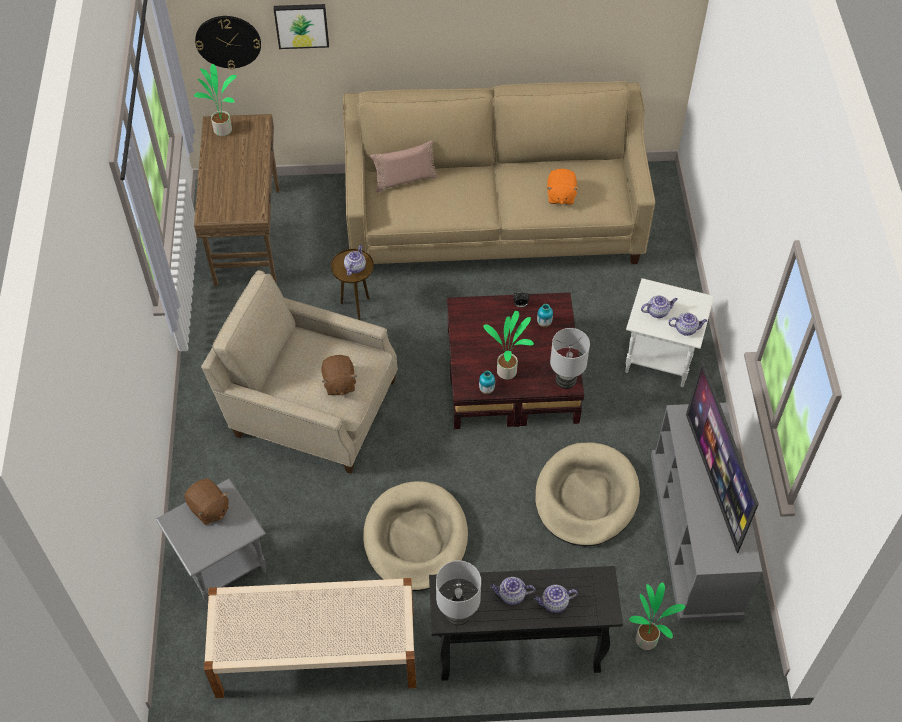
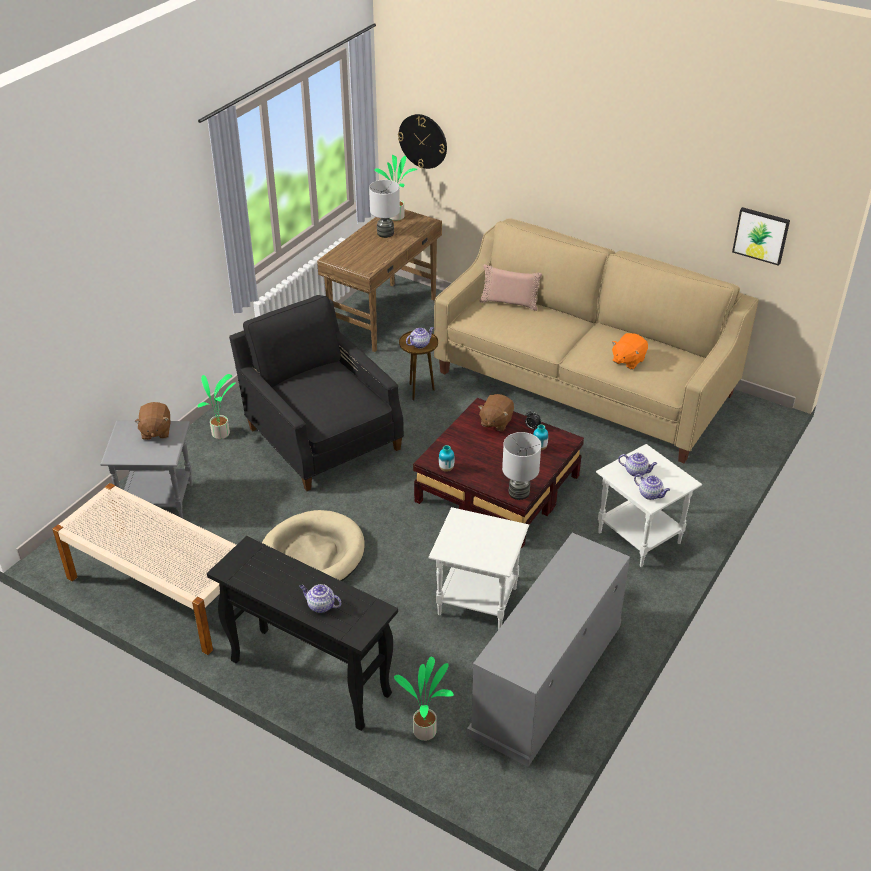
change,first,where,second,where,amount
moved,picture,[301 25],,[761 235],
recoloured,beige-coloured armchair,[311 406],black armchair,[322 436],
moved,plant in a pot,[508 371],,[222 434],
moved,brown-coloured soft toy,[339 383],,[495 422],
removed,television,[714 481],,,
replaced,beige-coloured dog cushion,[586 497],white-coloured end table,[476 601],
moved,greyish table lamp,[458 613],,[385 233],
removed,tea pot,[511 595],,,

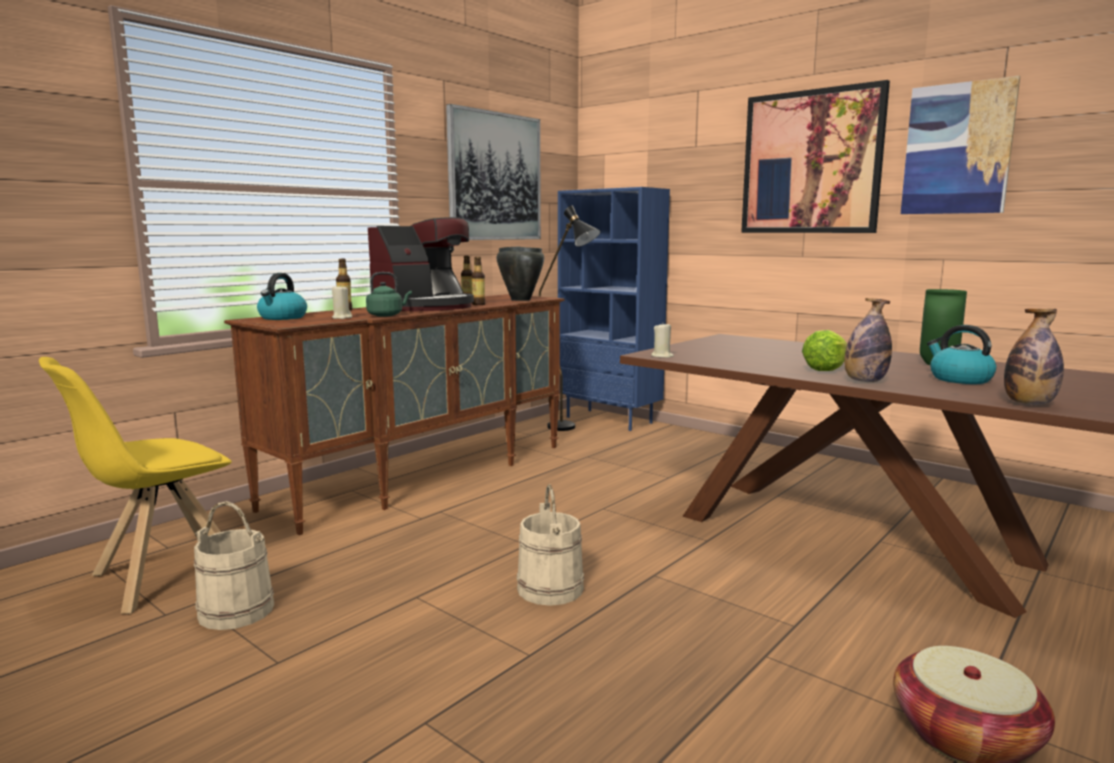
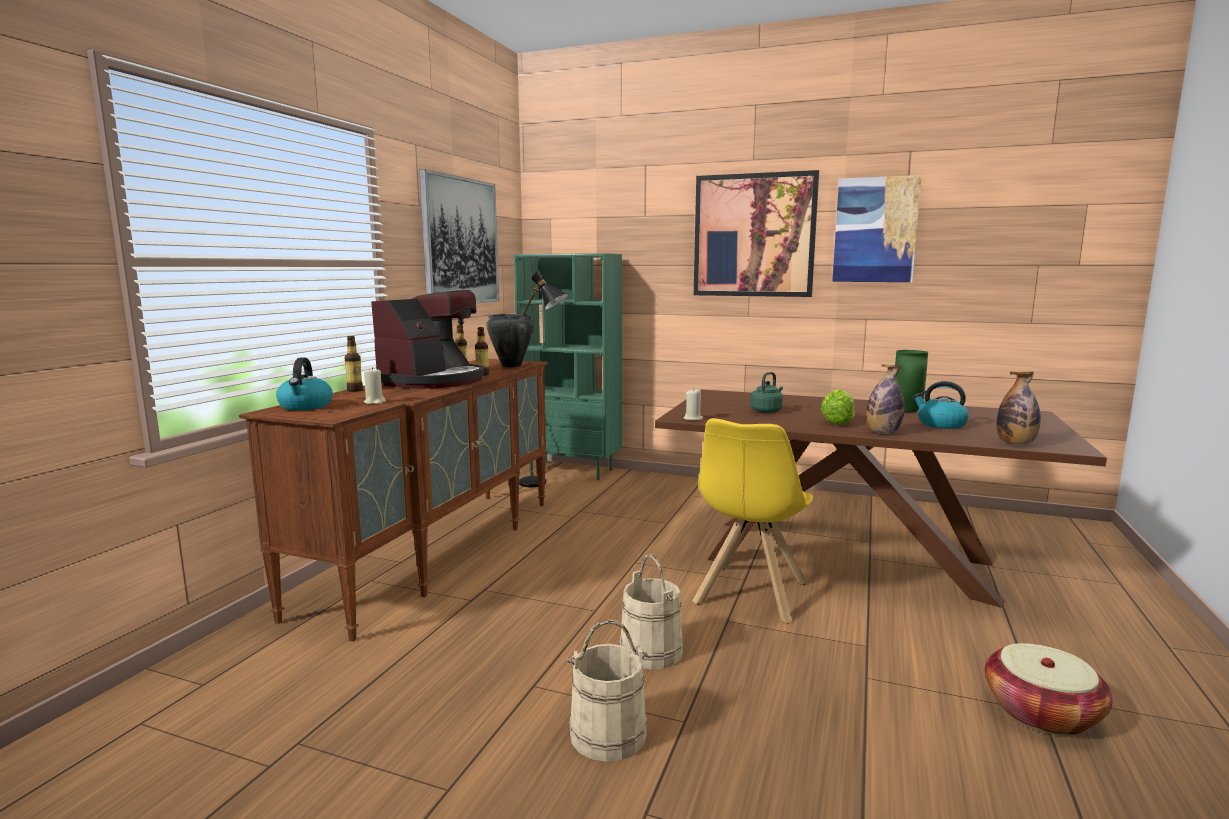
change,first,where,second,where,amount
recoloured,blue bookcase,[610 420],greenish bookcase,[572 470],
moved,greenish tea kettle,[387 315],,[767 411],
moved,yellowish chair,[162 577],,[750 595],
moved,beige-coloured water bucket,[237 610],,[608 734],

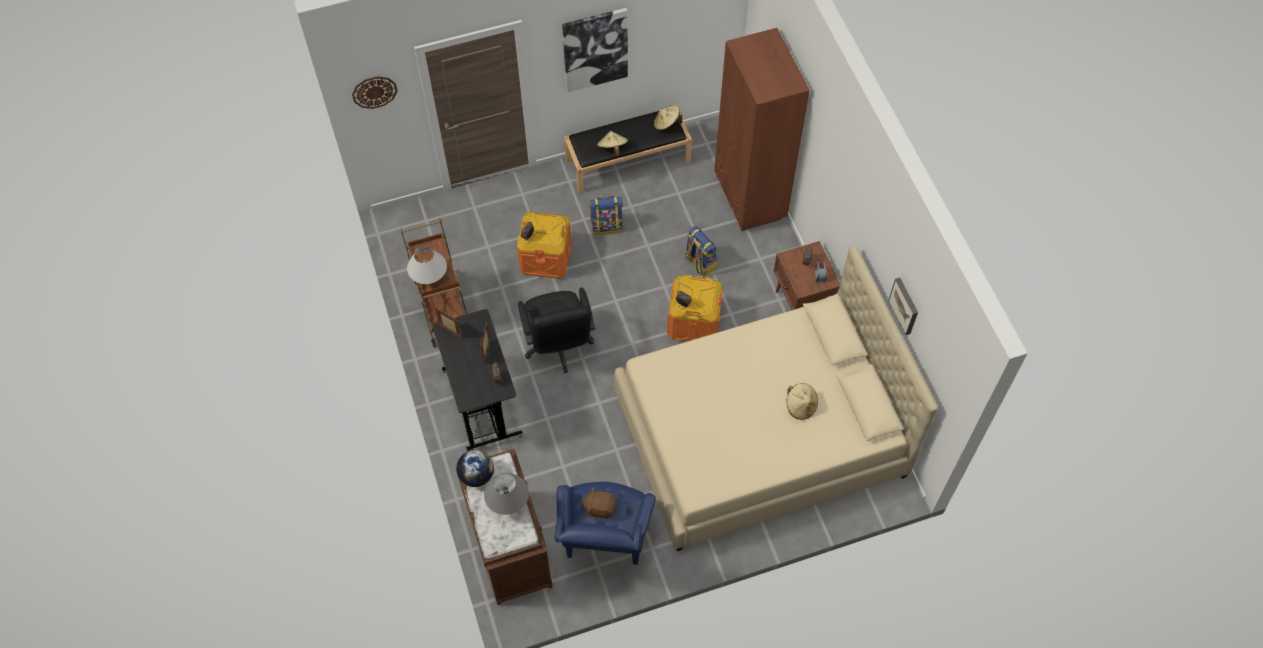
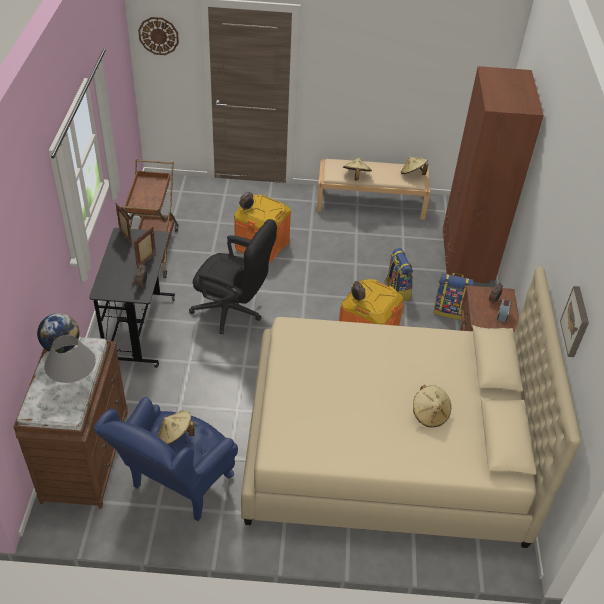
change,first,where,second,where,amount
removed,picture,[595 49],,,
recoloured,black indoor bench,[628 160],beige-coloured indoor bench,[371 202],
moved,rucksack,[606 225],,[449 310],
removed,white-coloured table lamp,[429 278],,,
turned,black desk chair,[558 347],,[233 311],75 degrees counterclockwise
replaced,brown-coloured soft toy,[600 508],beige-coloured clothing hat,[175 435],

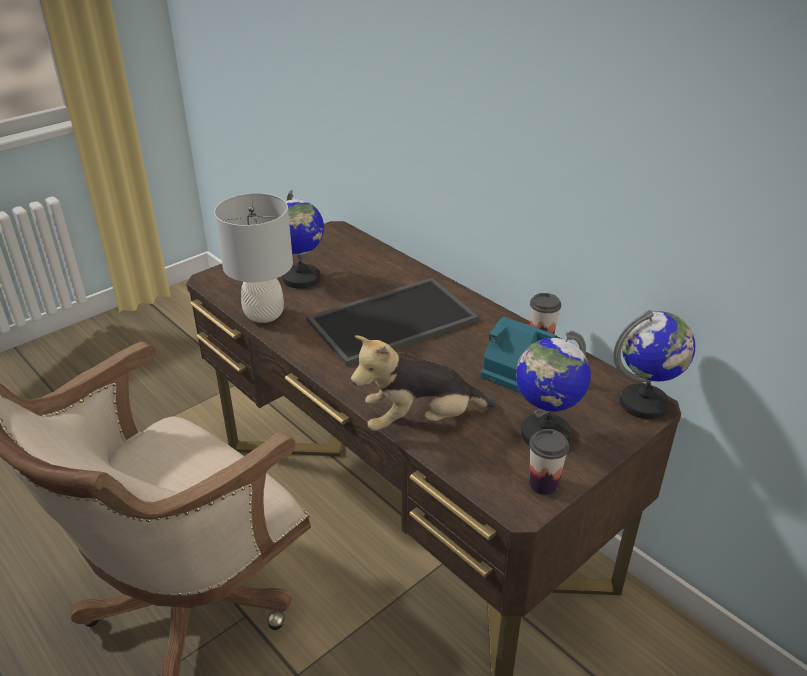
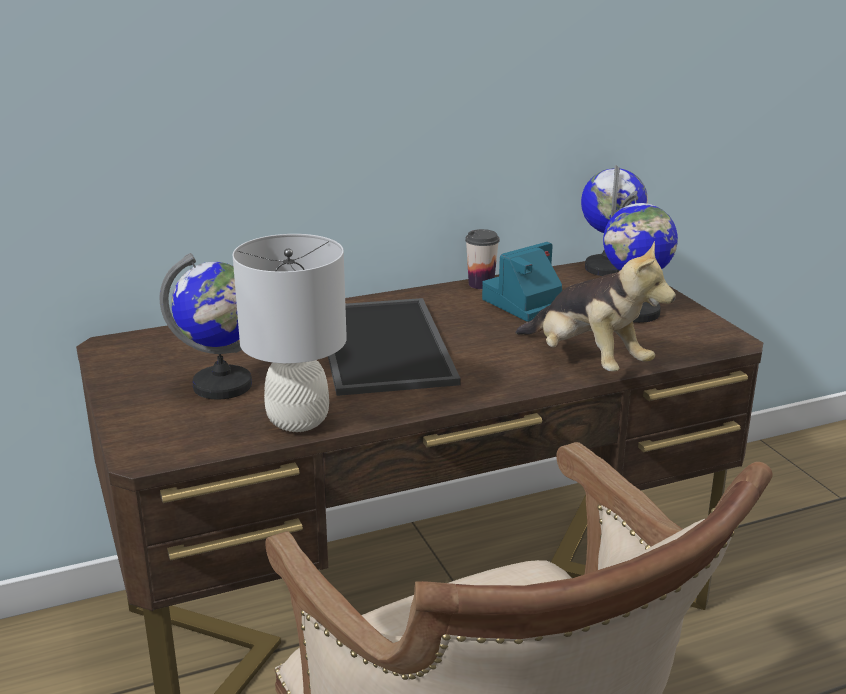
change,first,where,second,where,amount
turned,soft toy,[420 421],,[587 361],45 degrees counterclockwise
removed,drinking cup,[543 484],,,

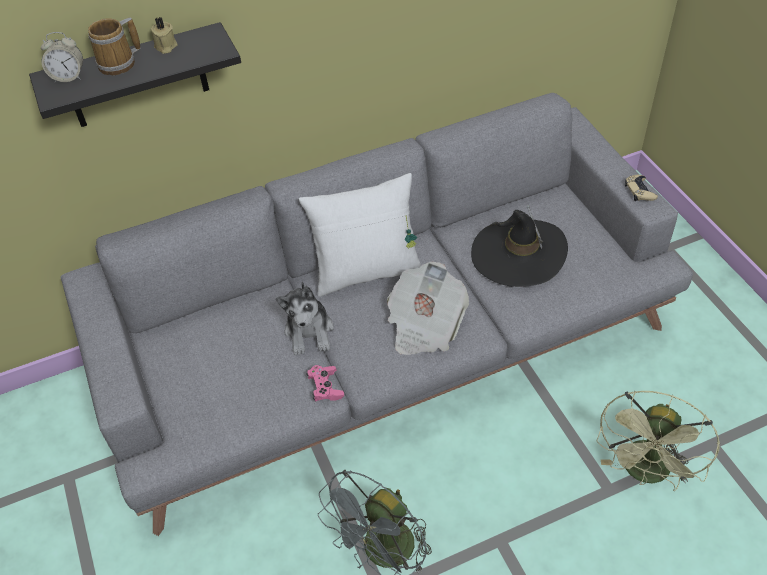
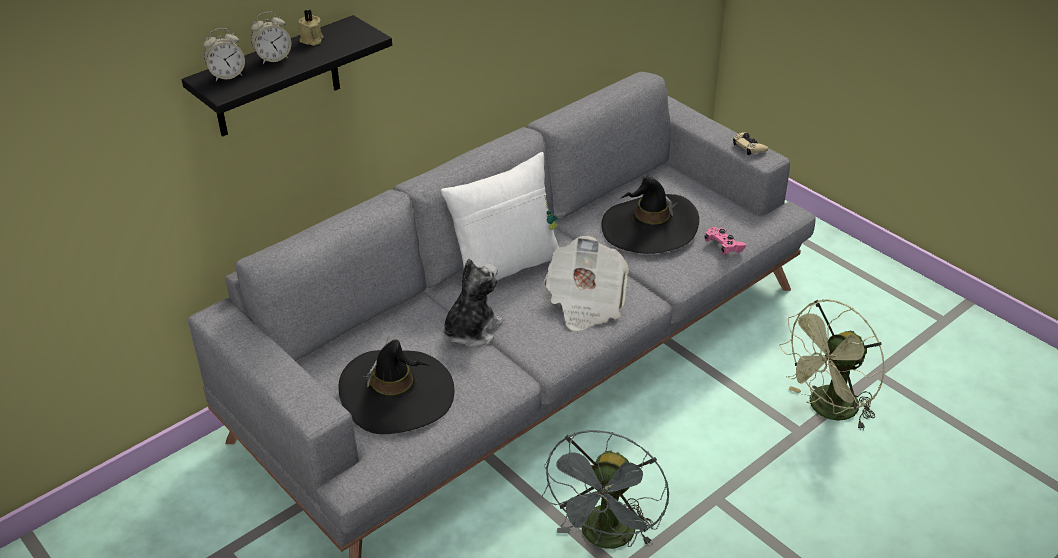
change,first,where,second,where,amount
replaced,tea mug,[120 63],table clock,[273 58],
turned,soft toy,[309 331],,[471 330],120 degrees counterclockwise
moved,pink-coloured gamepad,[325 388],,[723 246],
turned,greenish electric fan,[646 473],,[827 410],45 degrees clockwise
added,,,black clothing hat,[397 394],

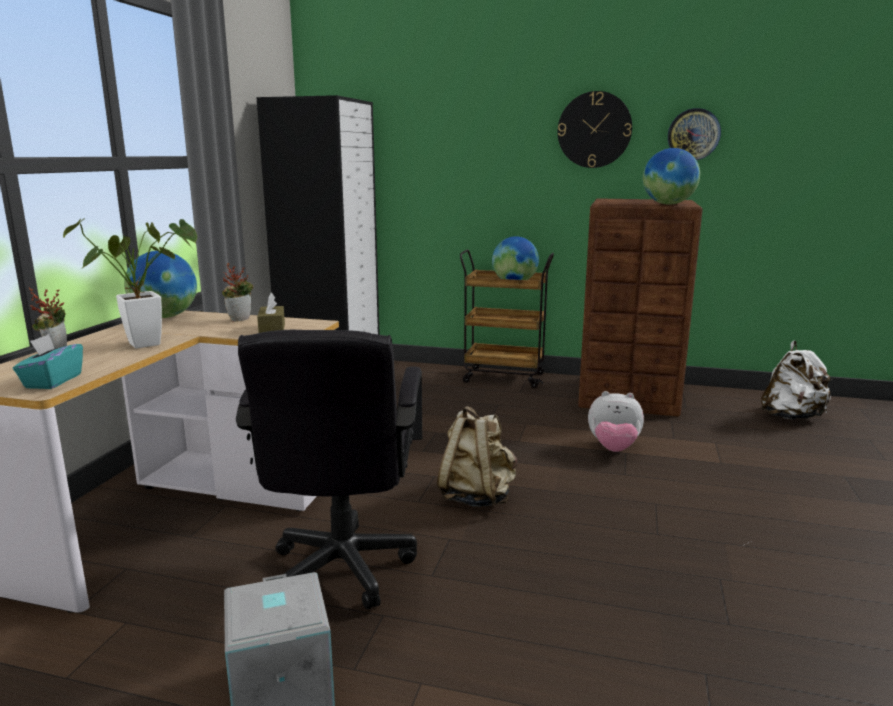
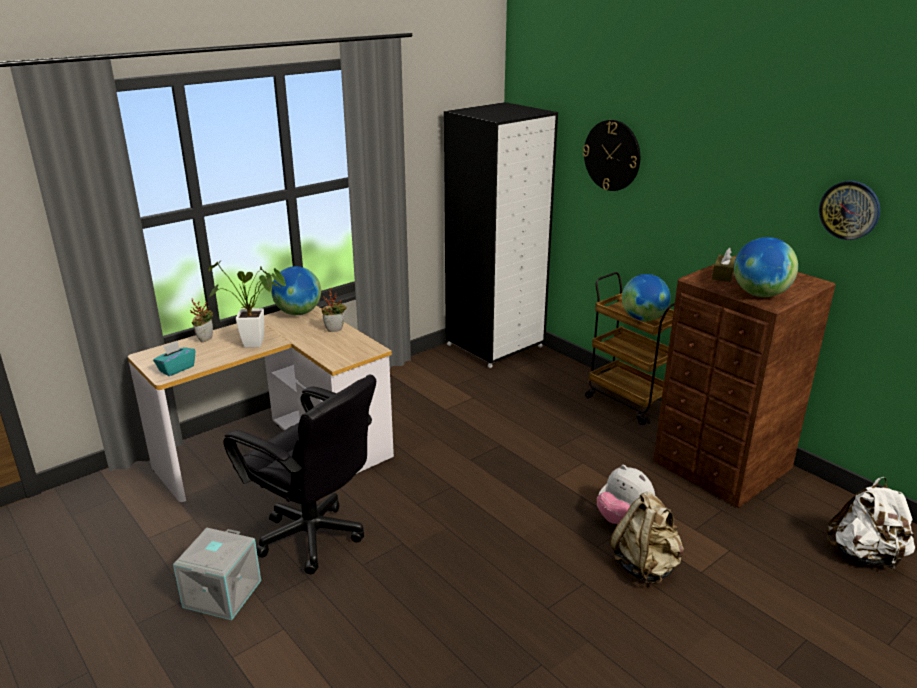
change,first,where,second,where,amount
moved,hanging clock,[594 130],,[612 155],
moved,brown-coloured tissue box,[272 329],,[723 275],
turned,black desk chair,[342 575],,[316 539],90 degrees counterclockwise
moved,beige-coloured rucksack,[477 497],,[646 565],

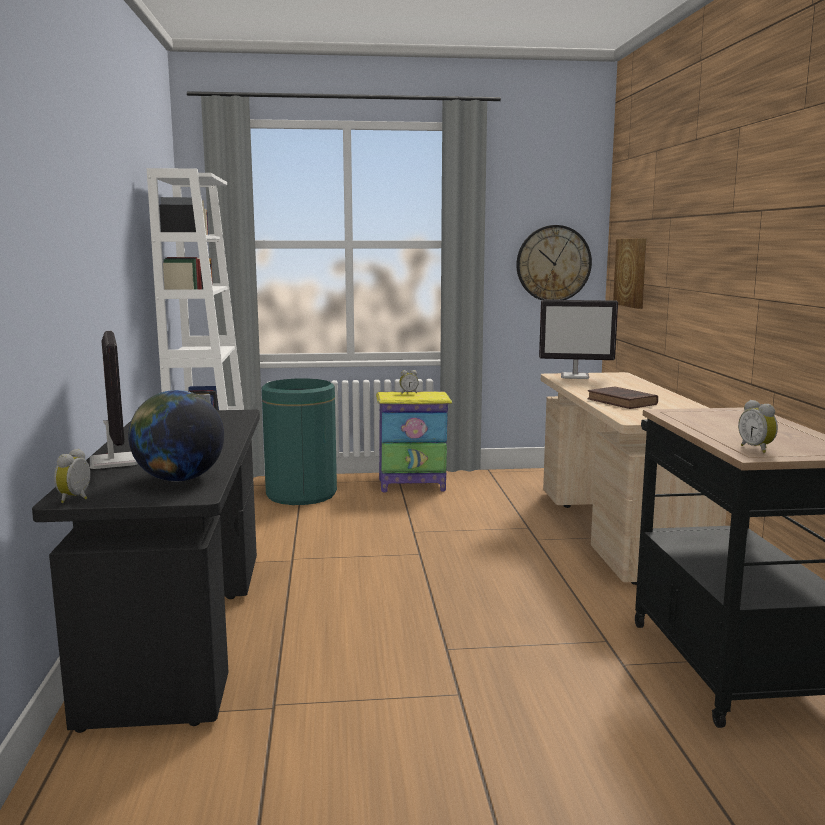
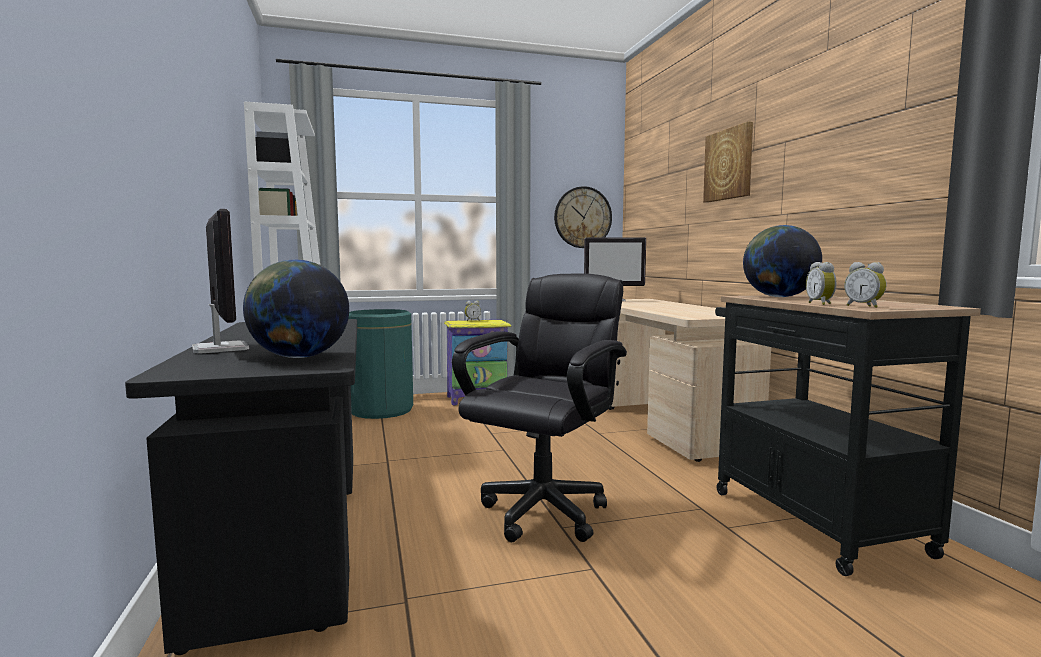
change,first,where,second,where,amount
moved,picture,[632 272],,[729 164],
removed,brown-coloured book,[623 402],,,
moved,table clock,[77 499],,[821 304],
added,,,desk globe,[778 297],
added,,,black desk chair,[546 510],

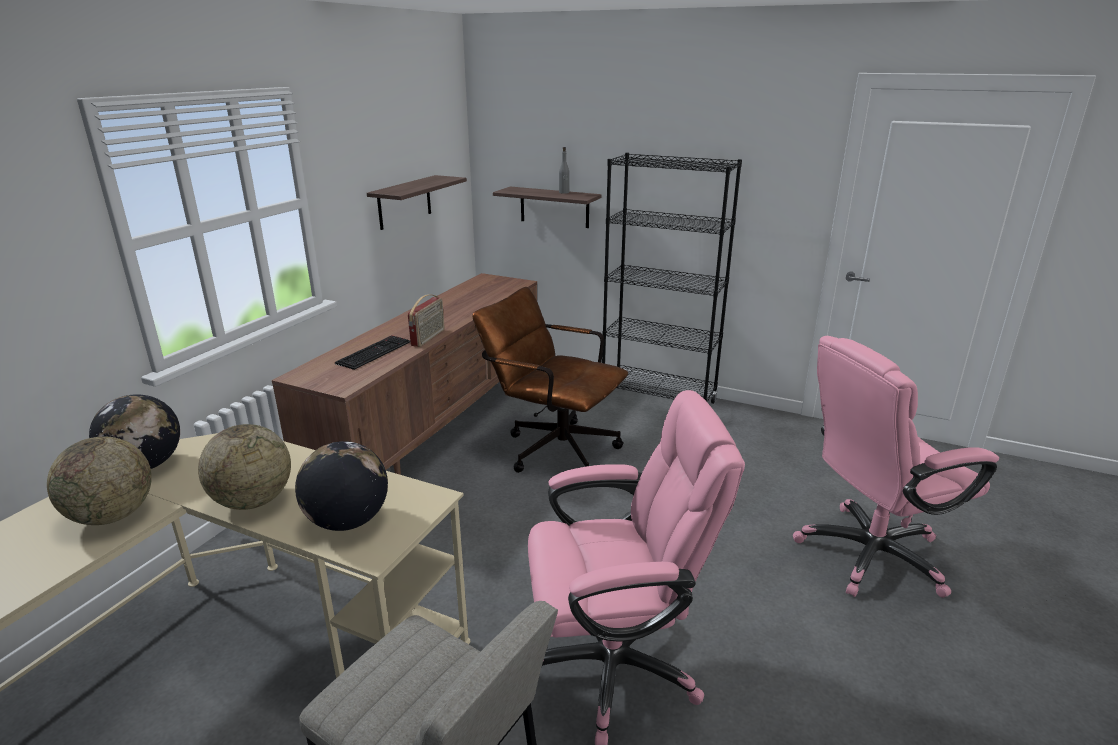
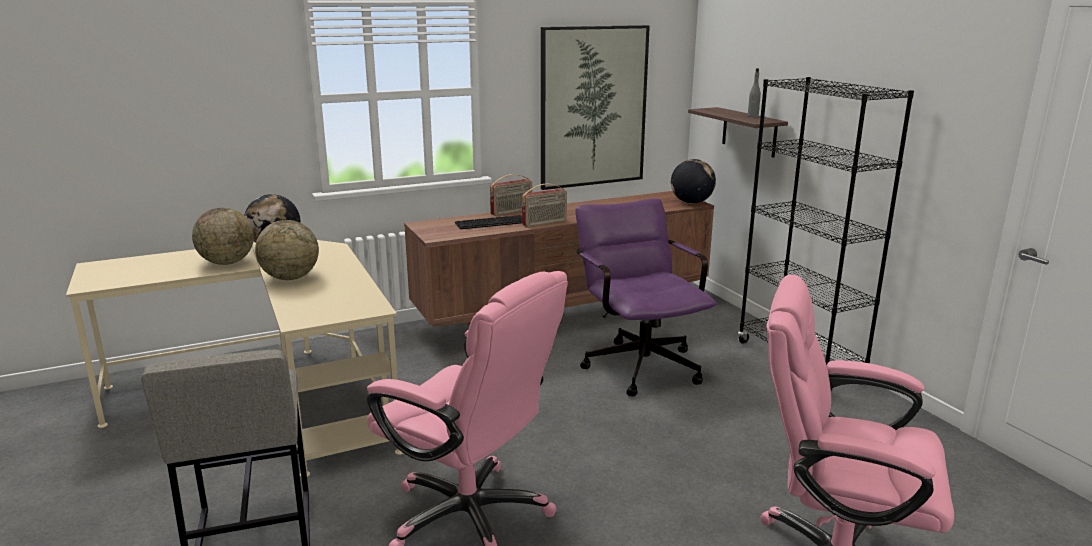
change,first,where,second,where,amount
replaced,shelf,[404 202],picture,[593 107],
recoloured,brown-coloured desk chair,[552 447],purple desk chair,[638 363],
moved,desk globe,[348 521],,[691 202],
added,,,radio,[512 212],

